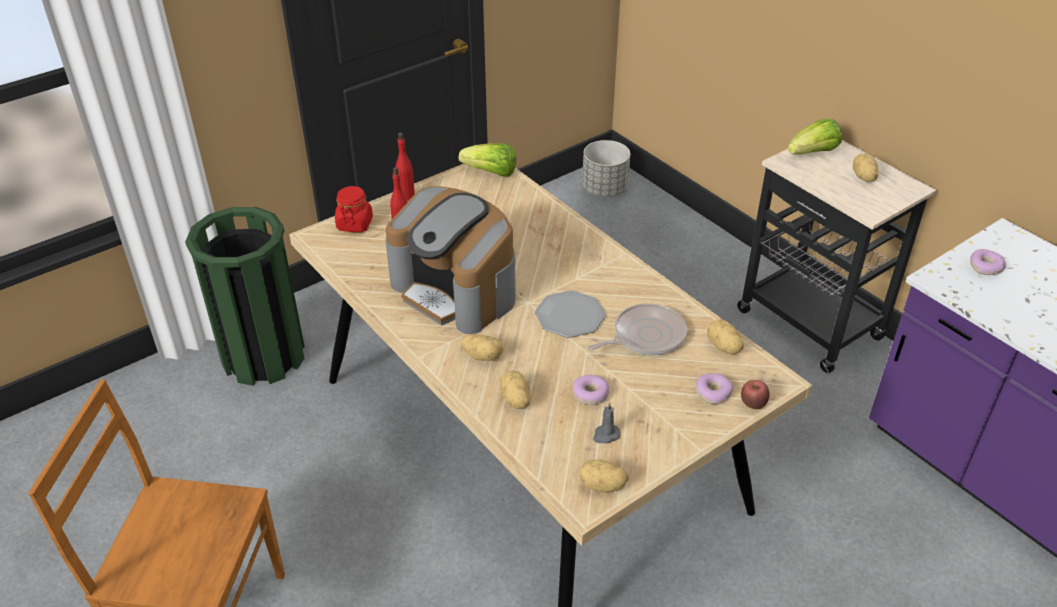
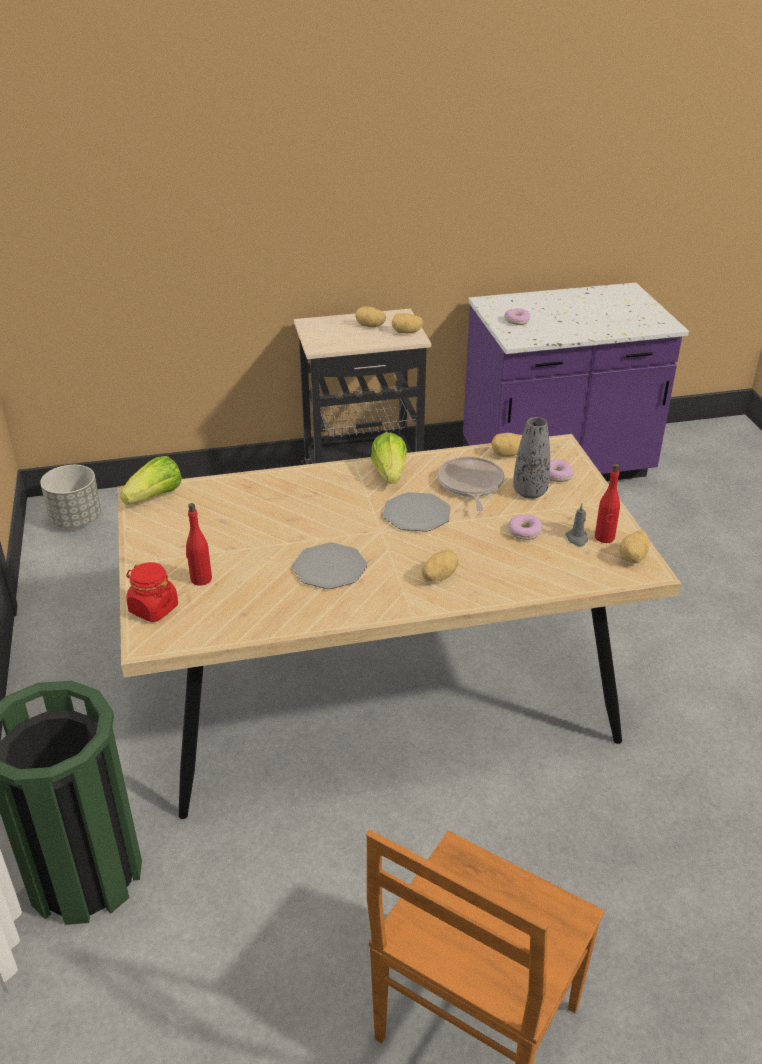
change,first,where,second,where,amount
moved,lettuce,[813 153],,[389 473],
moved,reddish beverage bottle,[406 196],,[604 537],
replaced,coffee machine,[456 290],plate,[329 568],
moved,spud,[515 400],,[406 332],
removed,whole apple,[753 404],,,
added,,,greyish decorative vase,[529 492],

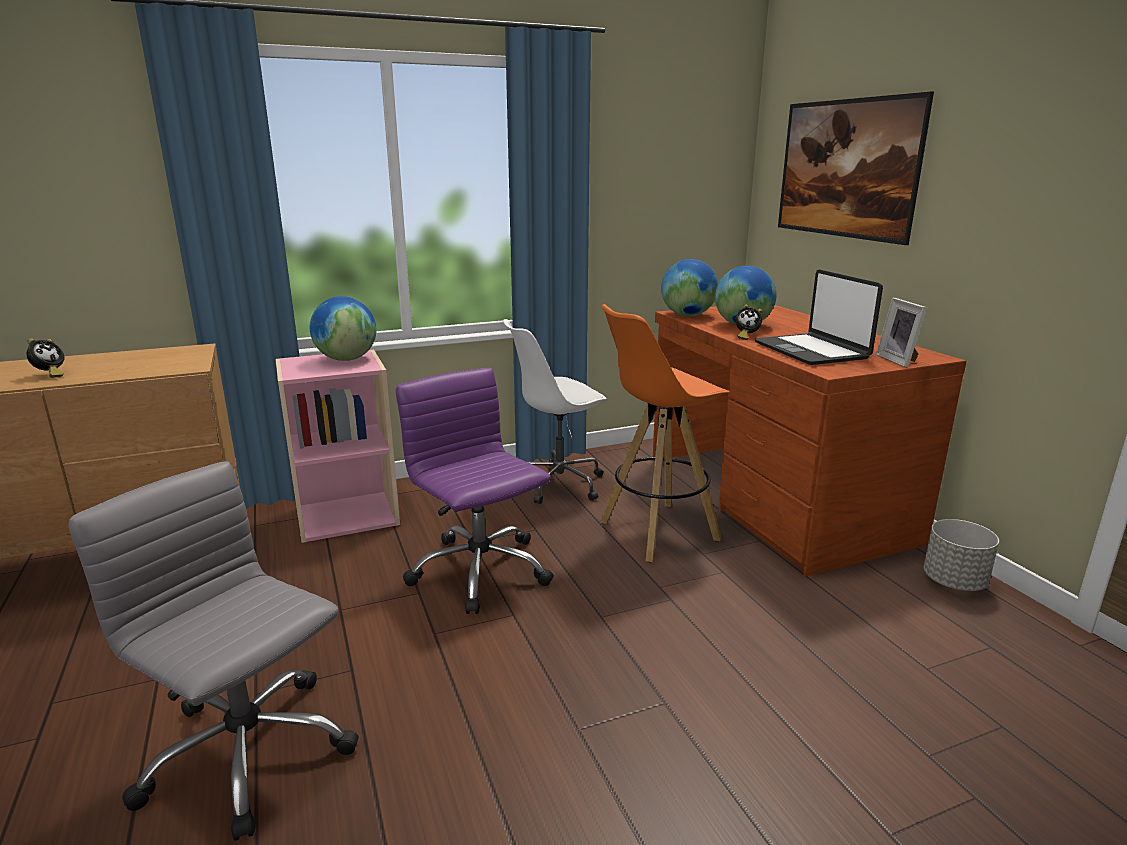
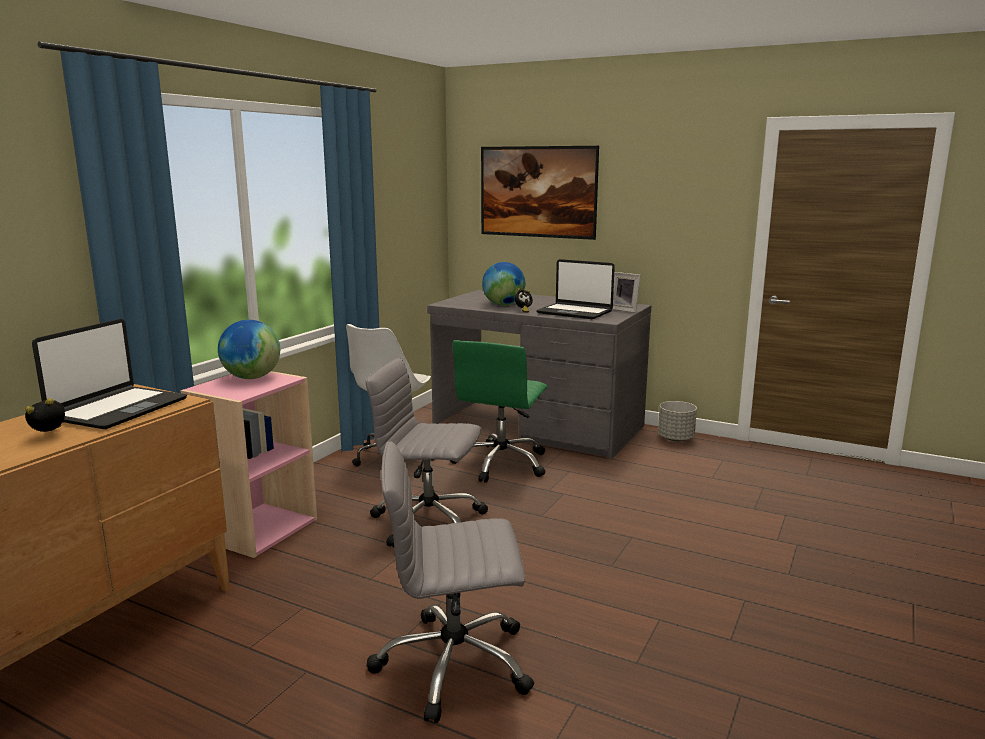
change,first,where,second,where,amount
removed,desk globe,[687 315],,,
replaced,orange sitting stool,[656 531],greenish desk chair,[501 464],
recoloured,brown-coloured desk unit,[772 497],greyish desk unit,[538 426],
turned,table clock,[50 375],,[50 435],105 degrees counterclockwise
recoloured,purple desk chair,[479 571],greyish desk chair,[428 522],
added,,,laptop,[117 409],

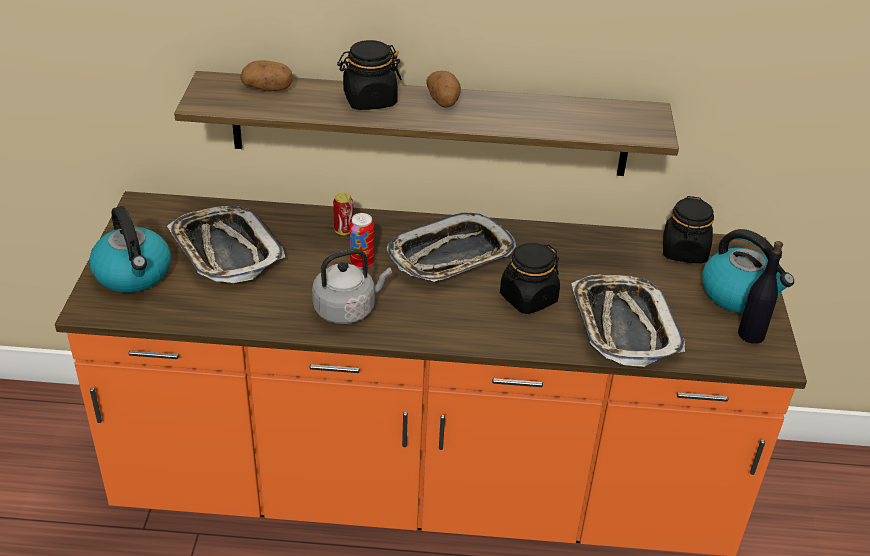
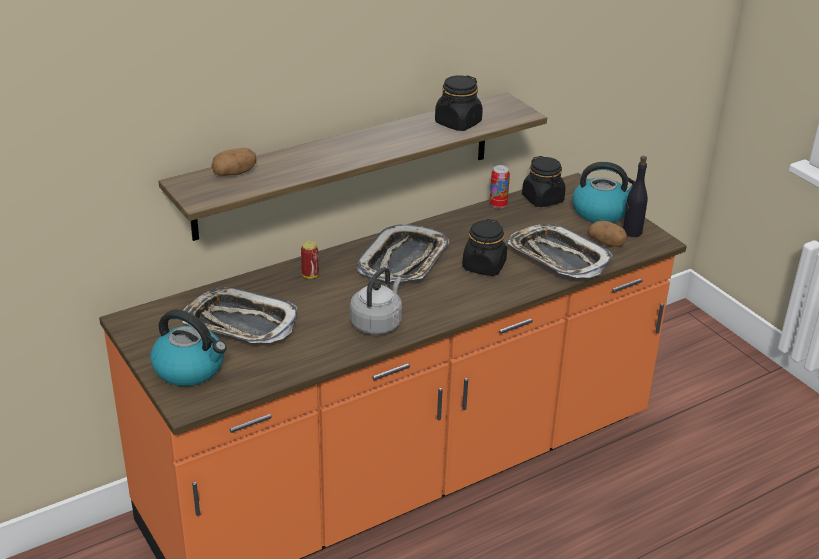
change,first,where,second,where,amount
moved,black jar,[369 100],,[458 123],
moved,spud,[444 102],,[607 243],
moved,can,[362 263],,[498 205],

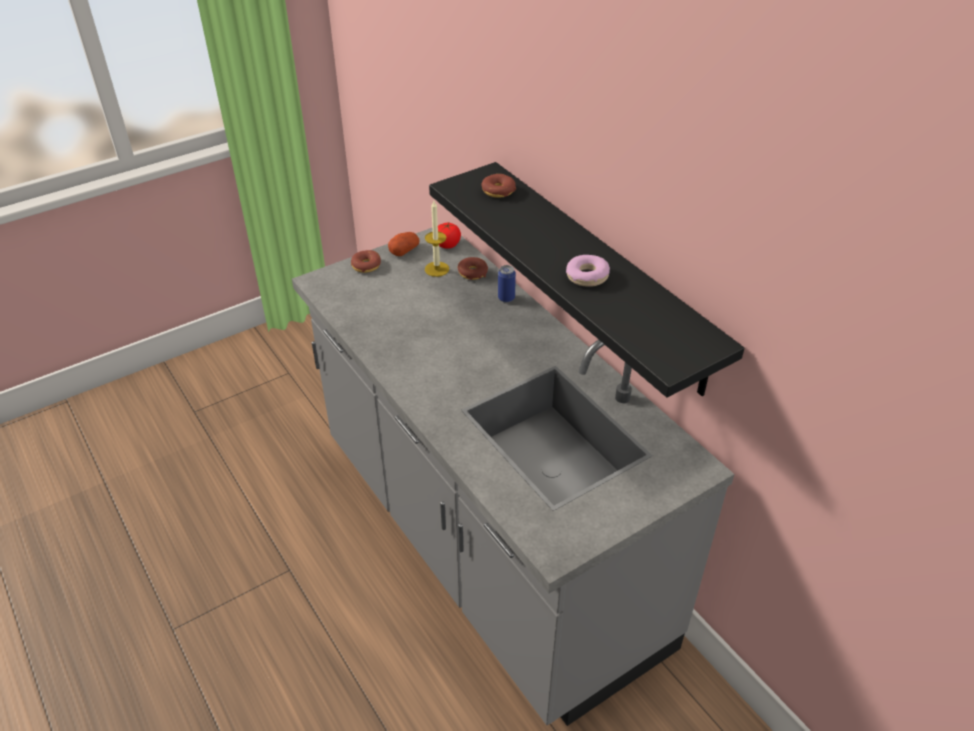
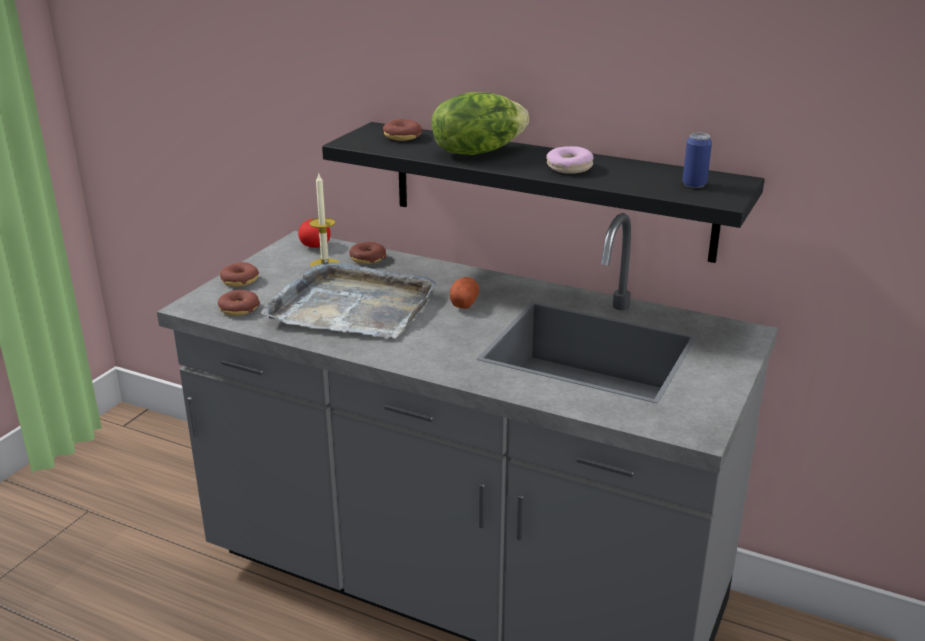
change,first,where,second,where,amount
moved,spud,[404 251],,[464 303],
moved,can,[506 298],,[694 184],
added,,,lettuce,[477 151],
added,,,greyish carrying tray,[353 306],
added,,,ring doughnut,[239 309],

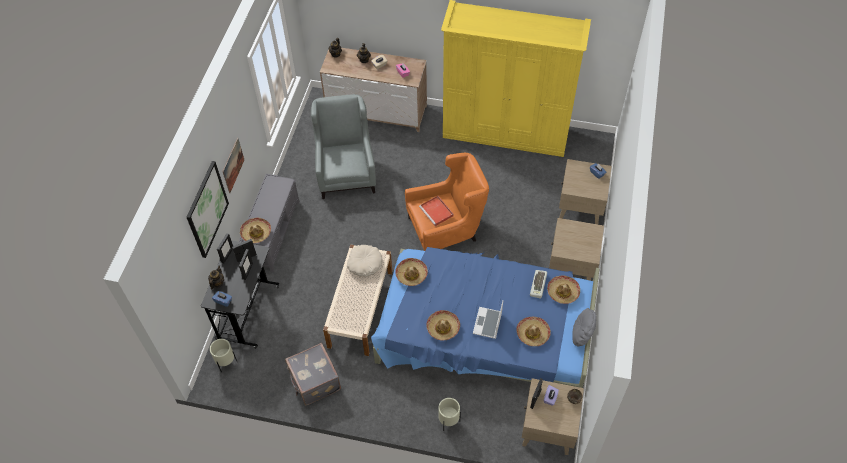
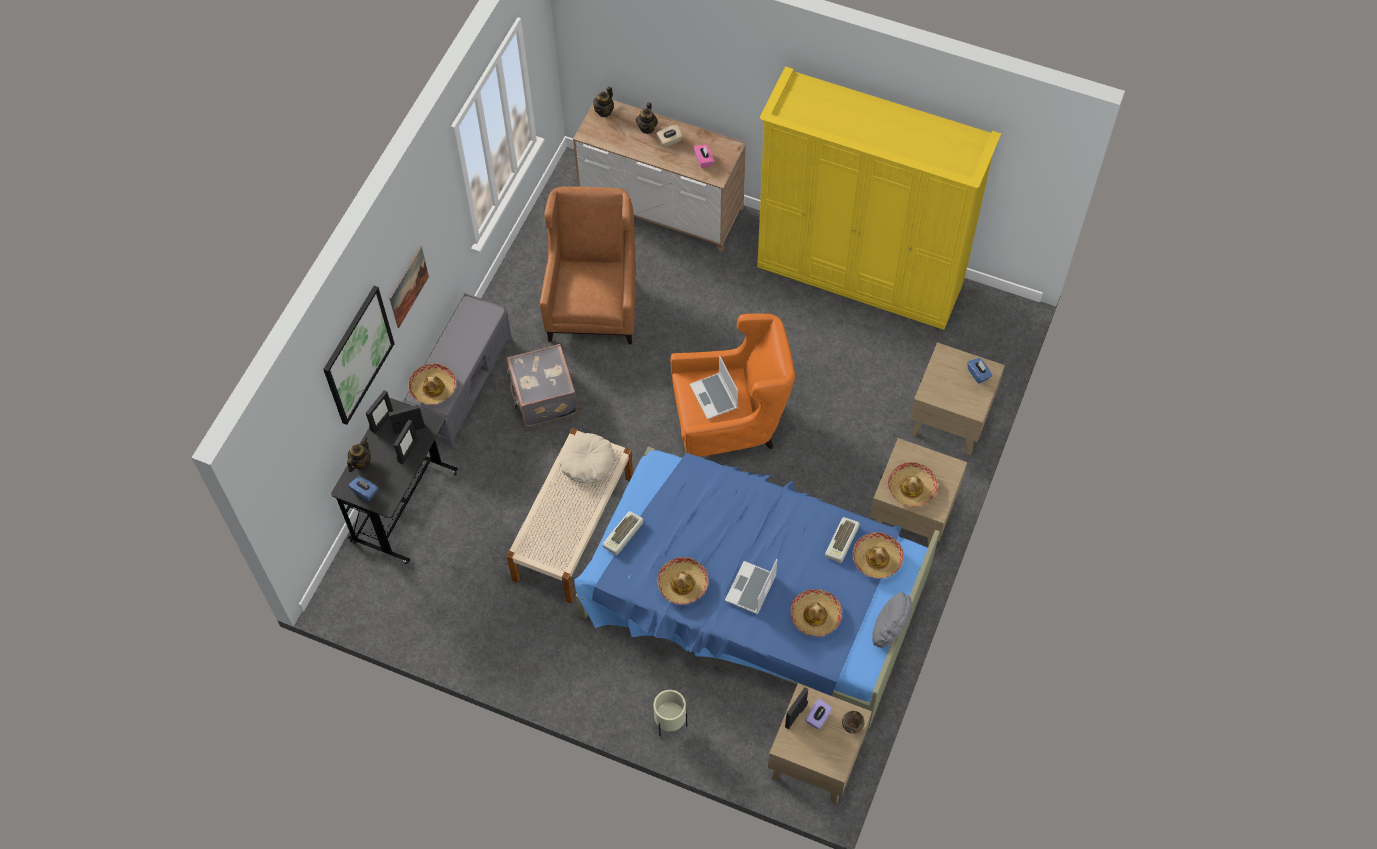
change,first,where,second,where,amount
recoloured,greyish armchair,[346 173],brown-coloured armchair,[593 303],
replaced,reddish carrying tray,[437 212],laptop,[714 397],
moved,clothing hat,[411 274],,[911 488],
removed,beige-coloured plant pot,[226 363],,,
moved,greyish piece of luggage,[314 381],,[542 397],
added,,,computer keyboard,[623 535],

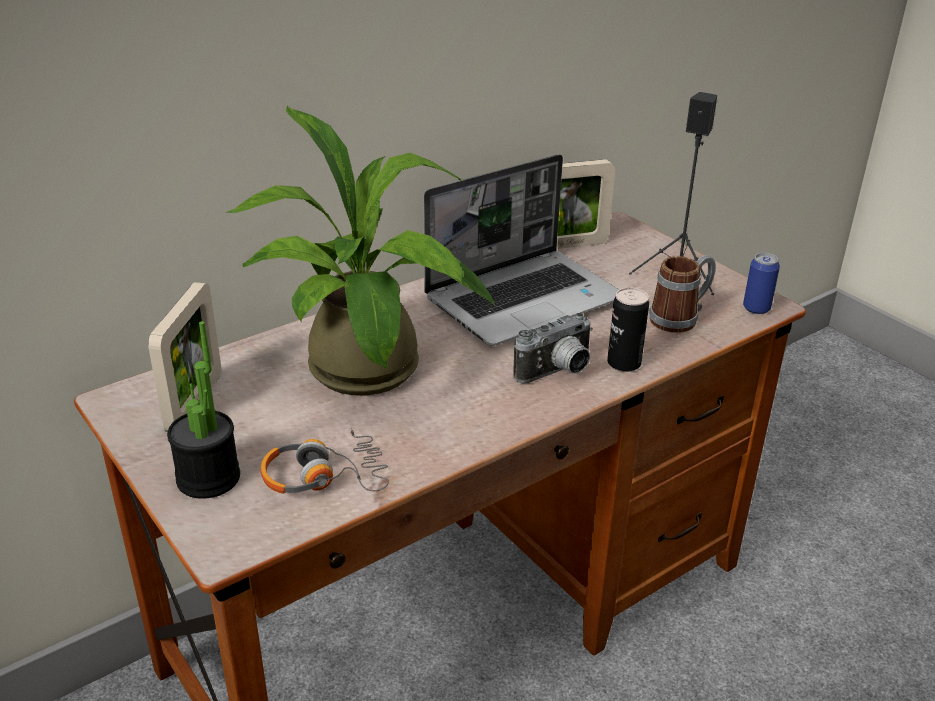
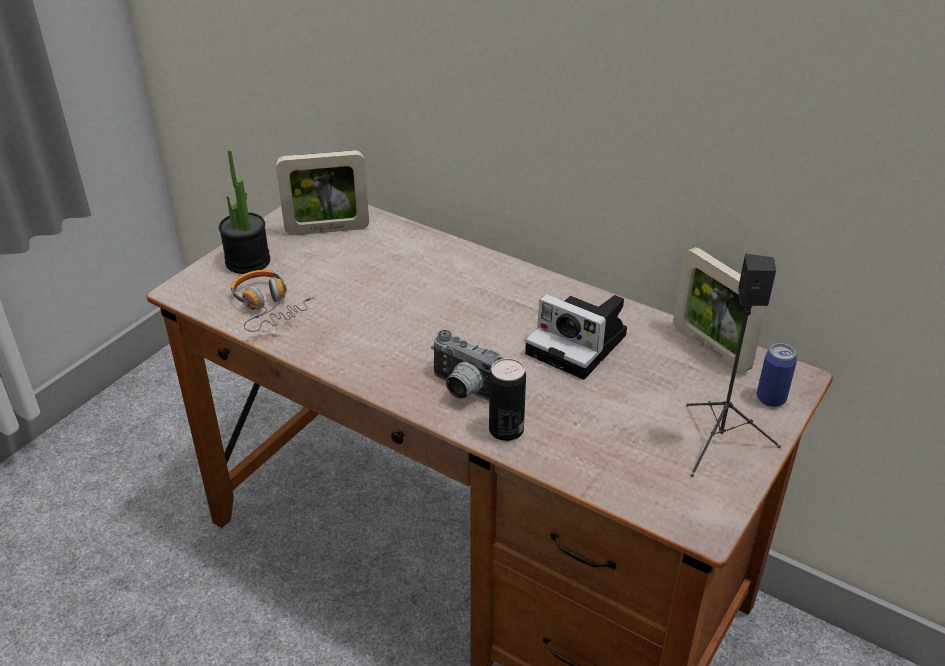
change,first,where,second,where,amount
removed,plant in a pot,[369 377],,,
replaced,laptop,[524 299],still camera,[580 345],
moved,can,[756 308],,[771 398],
removed,tea mug,[680 318],,,

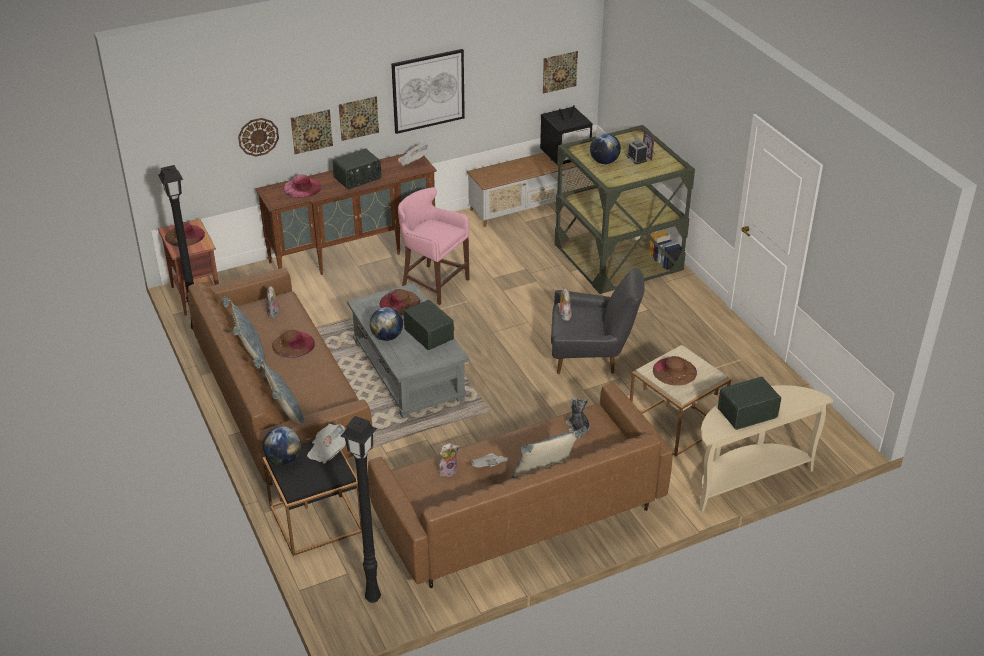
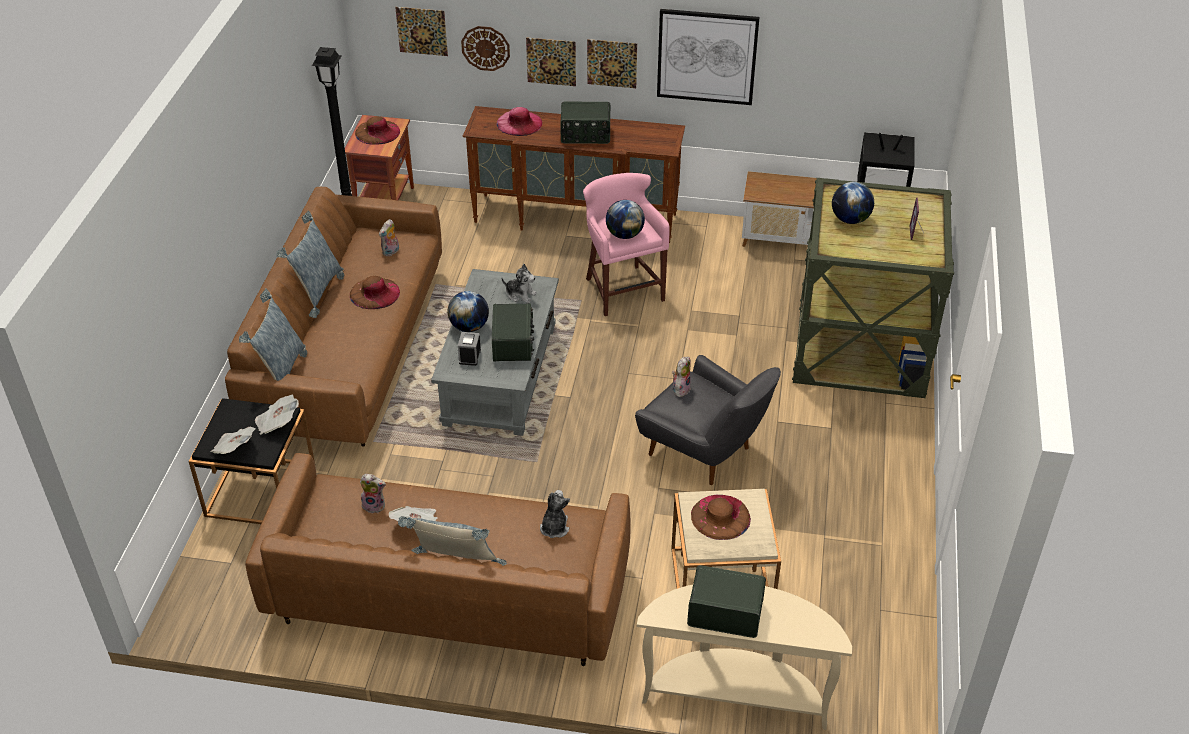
change,first,where,second,where,amount
moved,picture,[560 72],,[422 31],
moved,table clock,[636 158],,[470 356],
moved,daily paper,[413 161],,[235 448],
replaced,brown-coloured clothing hat,[400 303],soft toy,[520 294],
removed,black standard lamp,[371 598],,,
moved,desk globe,[283 459],,[624 234],

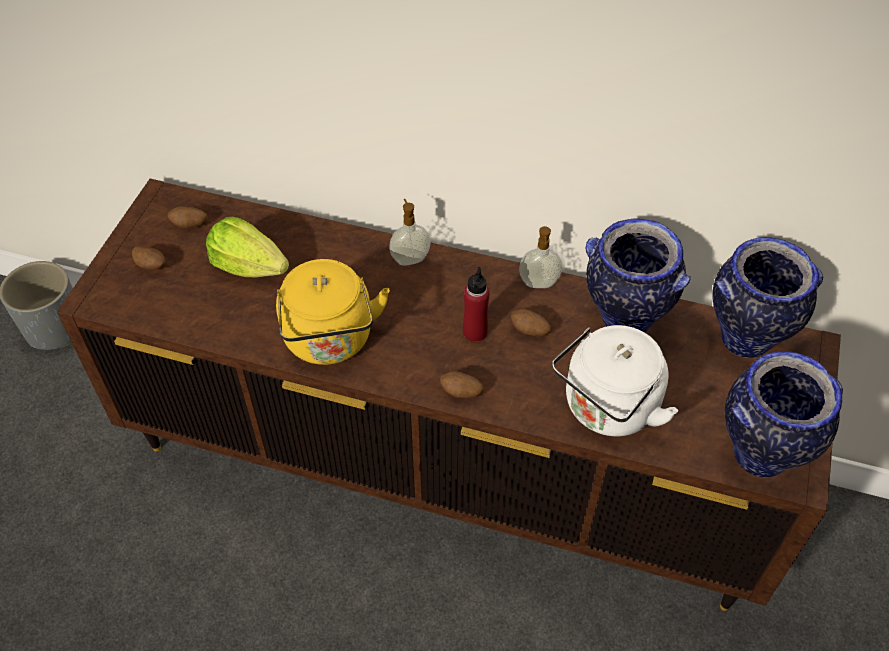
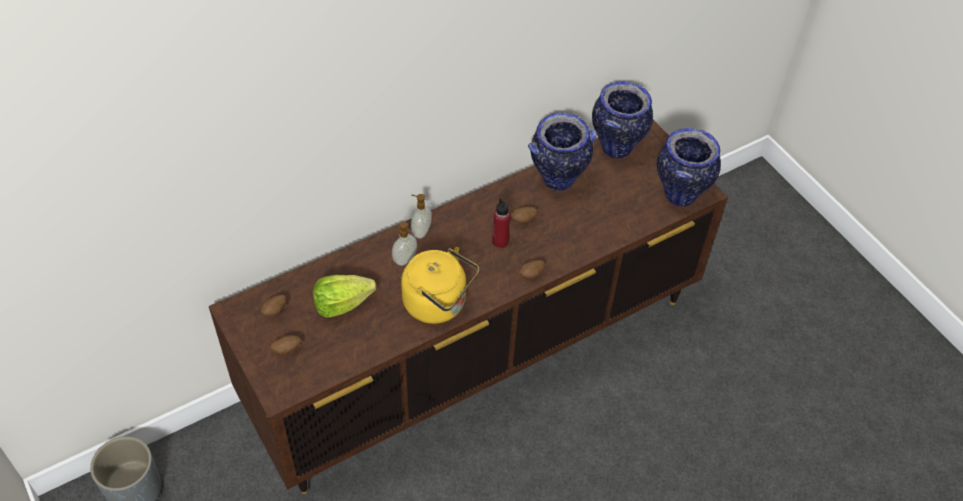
change,first,where,second,where,amount
moved,liquid soap bottle,[539 284],,[405 260],
removed,white-coloured tea kettle,[607 409],,,

